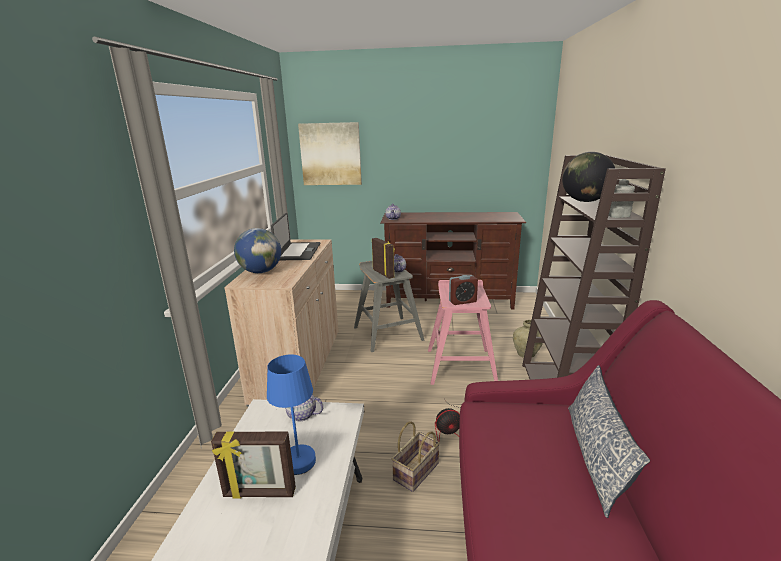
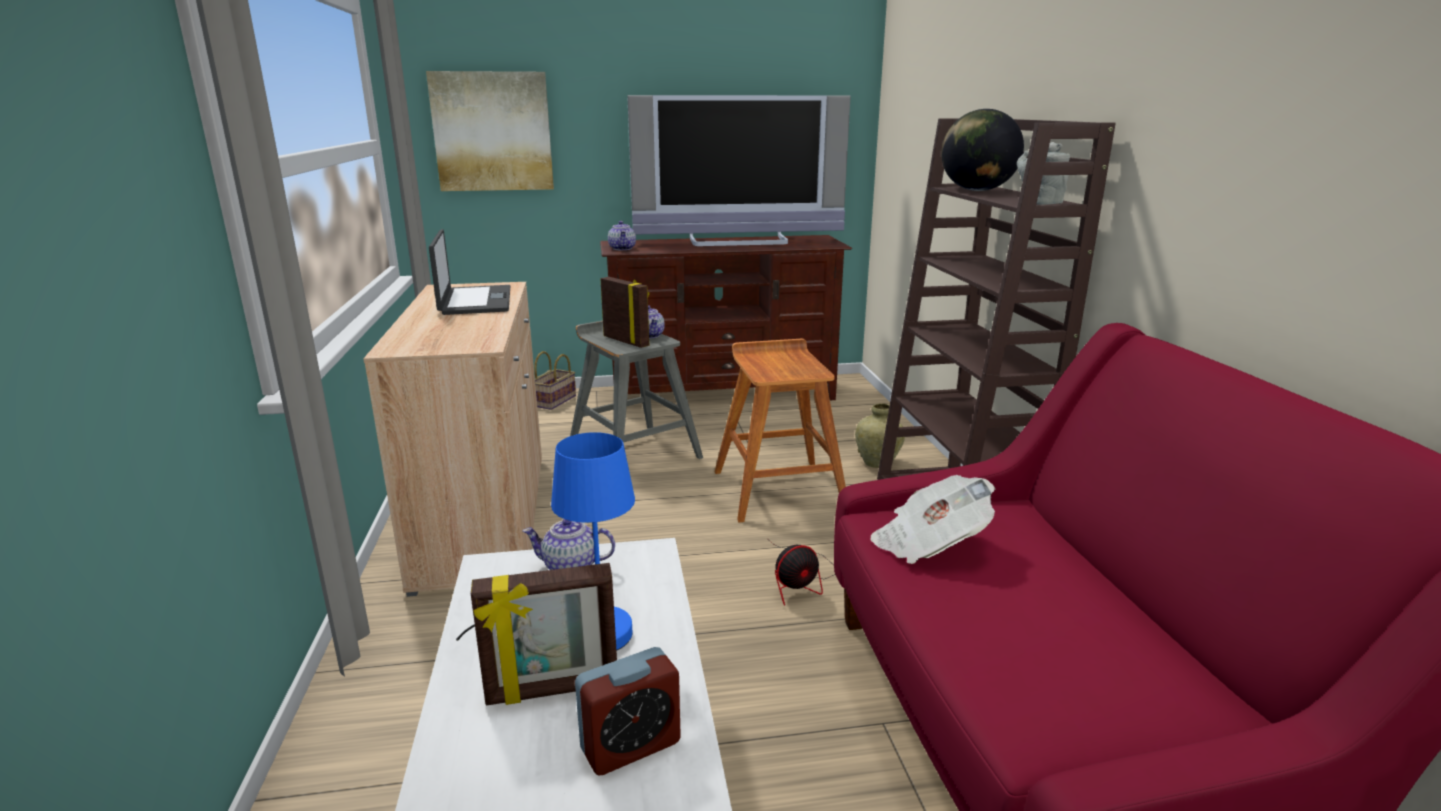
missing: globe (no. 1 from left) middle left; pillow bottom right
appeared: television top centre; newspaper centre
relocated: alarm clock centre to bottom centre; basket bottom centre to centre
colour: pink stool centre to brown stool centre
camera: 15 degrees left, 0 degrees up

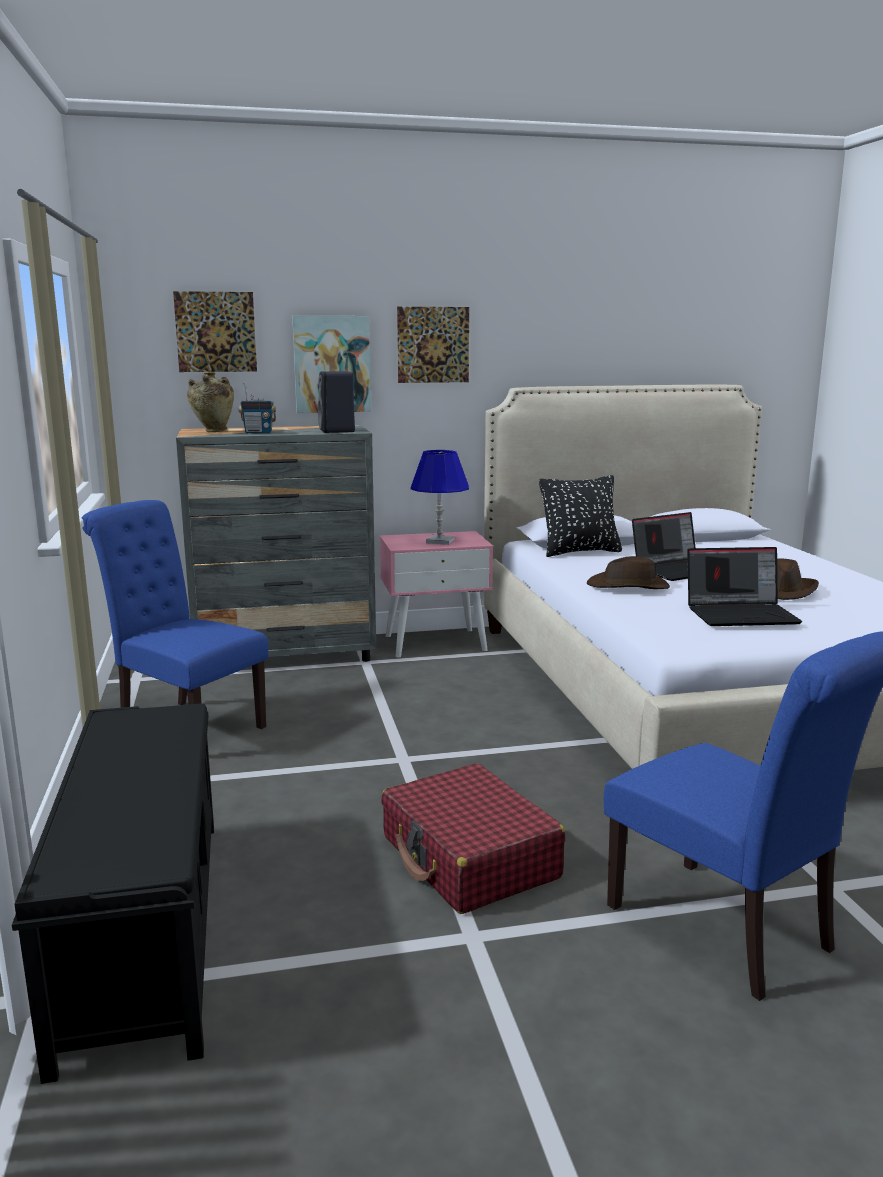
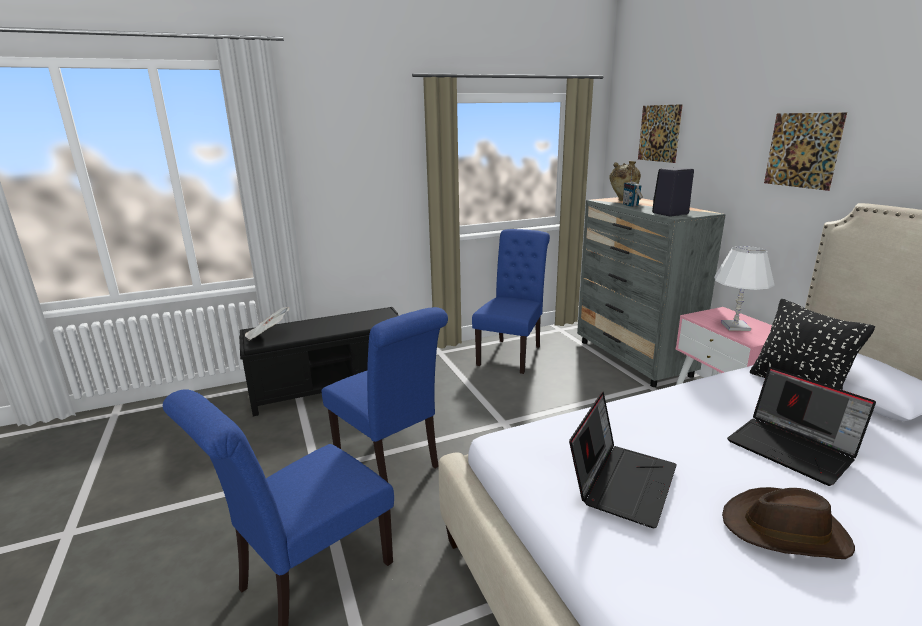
missing: picture (no. 2 from left) top centre; brown hat (no. 1 from left) middle right
appeared: newspaper middle left
exchanged: red suitcase bottom centre to blue chair (no. 2 from left) centre
colour: blue table lamp centre to white table lamp middle right
spun: laptop (no. 2 from left in the first image) middle right = bottom right 135 degrees counterclockwise
camera: 80 degrees right, 5 degrees up

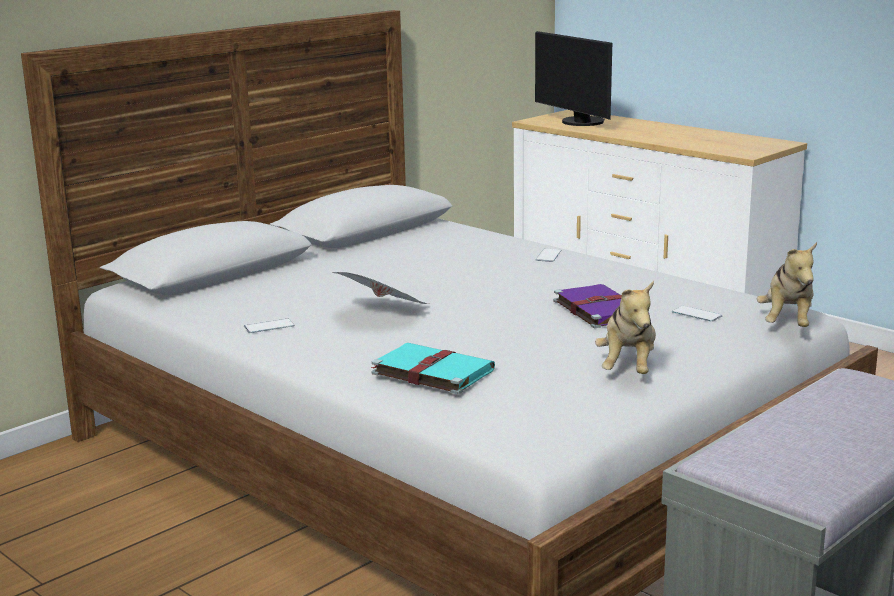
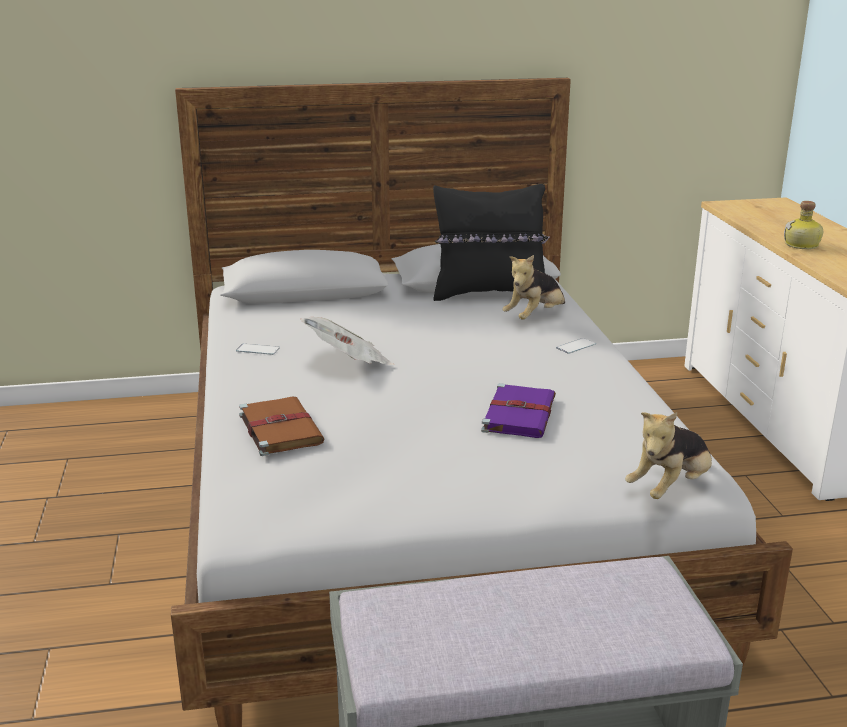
missing: monitor top centre; phone (no. 3 from left) middle right
appeared: black pillow top centre; bottle top right
relocated: plush toy (no. 1 from left) middle right to centre
colour: turquoise book centre to brown book middle left
camera: 35 degrees right, 5 degrees up

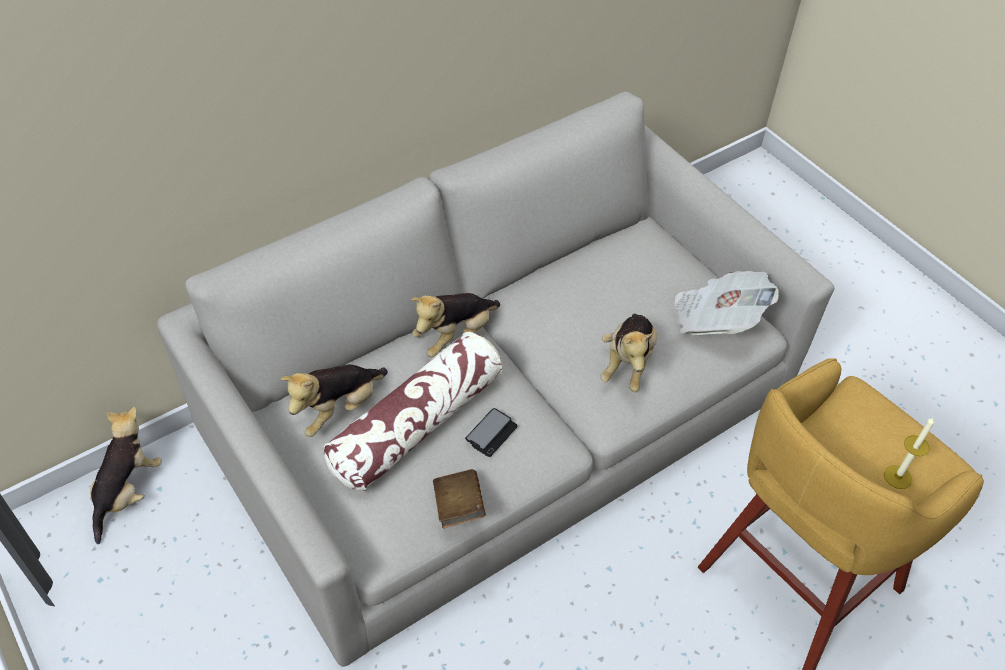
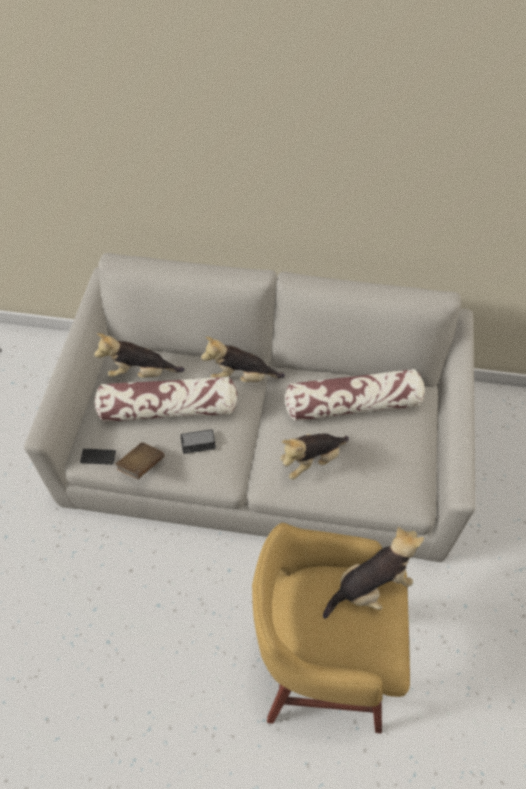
missing: newspaper middle right; candle bottom right
appeared: pillow (no. 2 from left) middle right; phone (no. 1 from left) middle left
relocated: plush toy (no. 1 from left in the first image) bottom left to plush toy (no. 4 from left) bottom right
camera: 45 degrees right, 5 degrees up

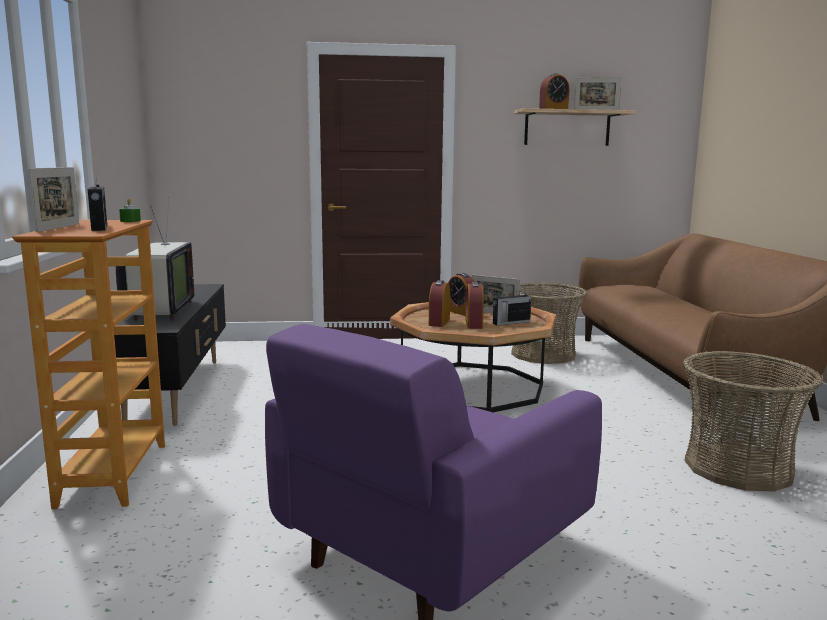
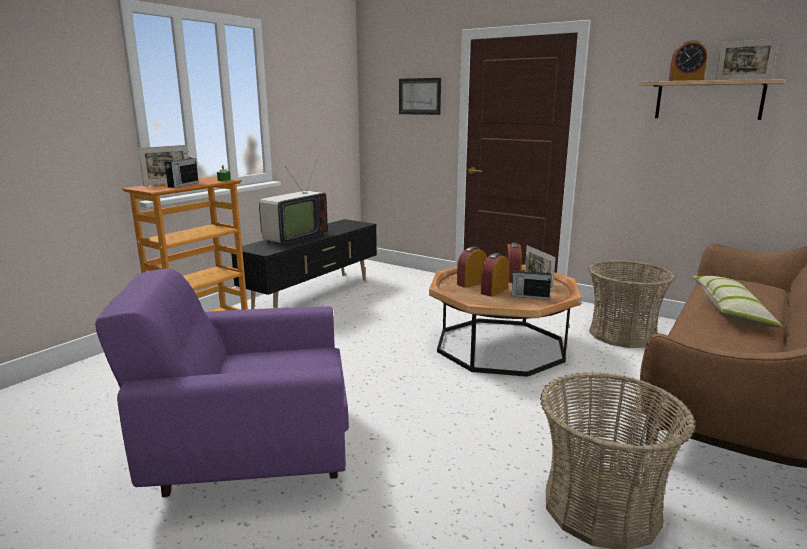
appeared: picture top centre; pillow middle right
camera: 40 degrees right, 5 degrees up

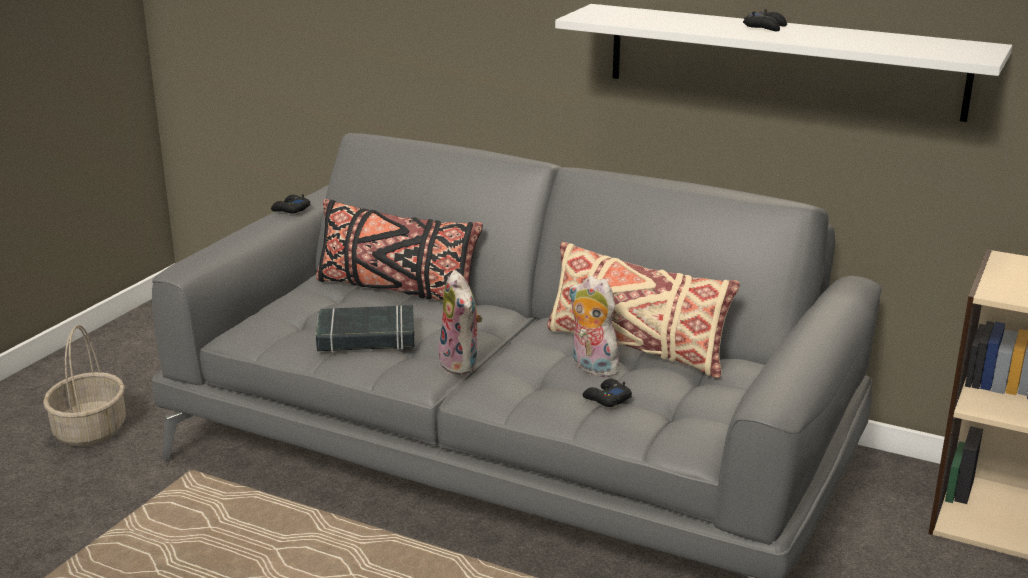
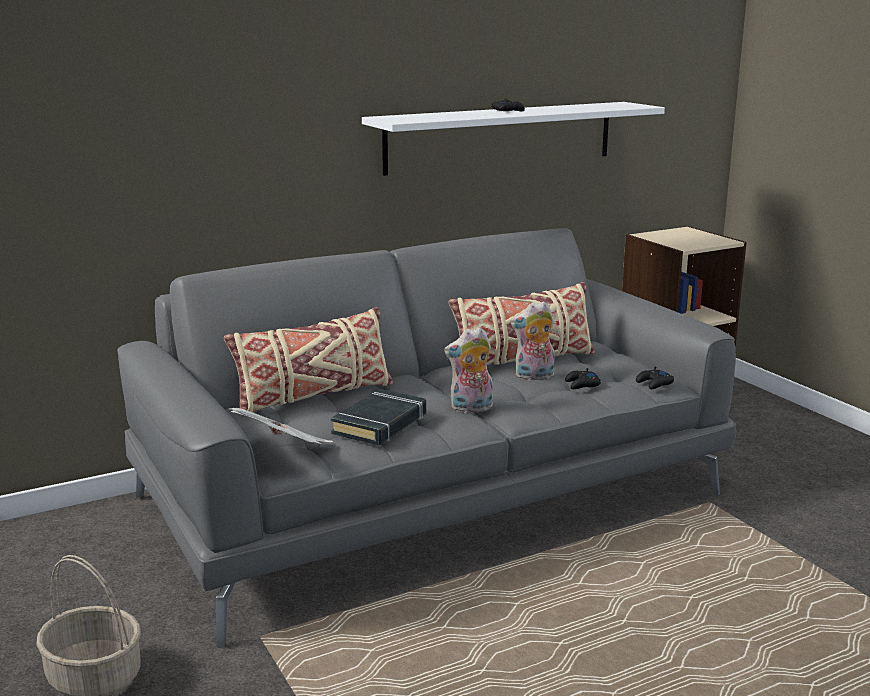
appeared: newspaper middle left
relocated: black game controller (no. 1 from left in the first image) middle left to black game controller (no. 3 from left) middle right
colour: black pillow centre to beige pillow (no. 1 from left) centre
spun: plush toy (no. 1 from left) centre = centre 150 degrees clockwise
camera: 55 degrees left, 5 degrees down

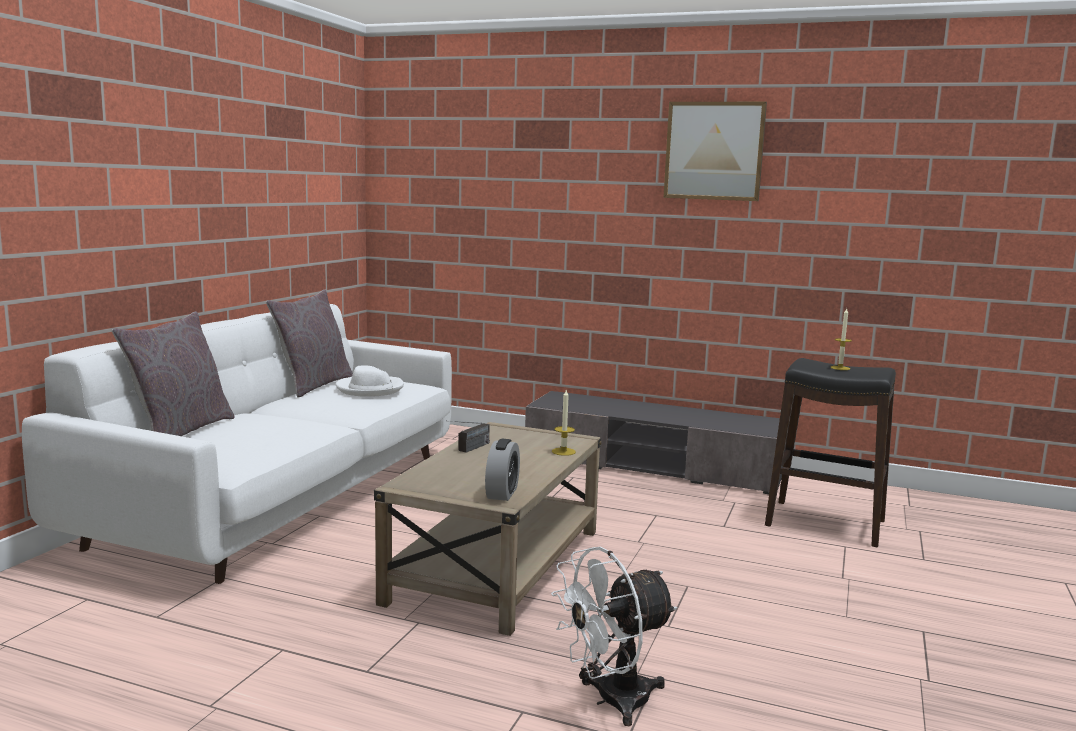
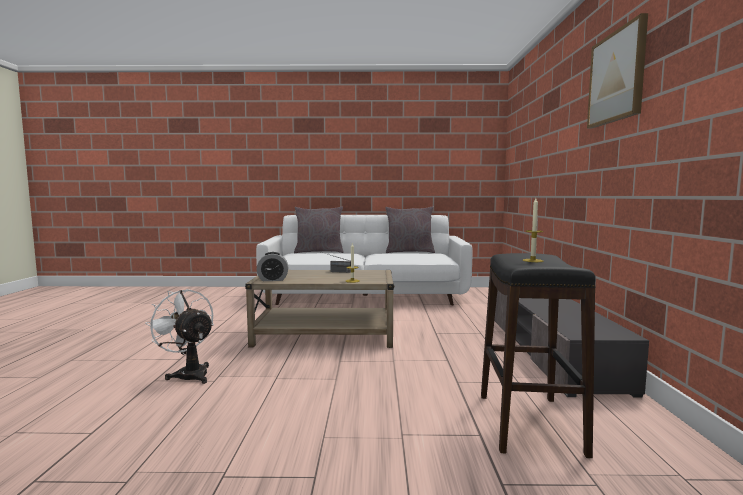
missing: white hat centre
camera: 70 degrees right, 5 degrees down

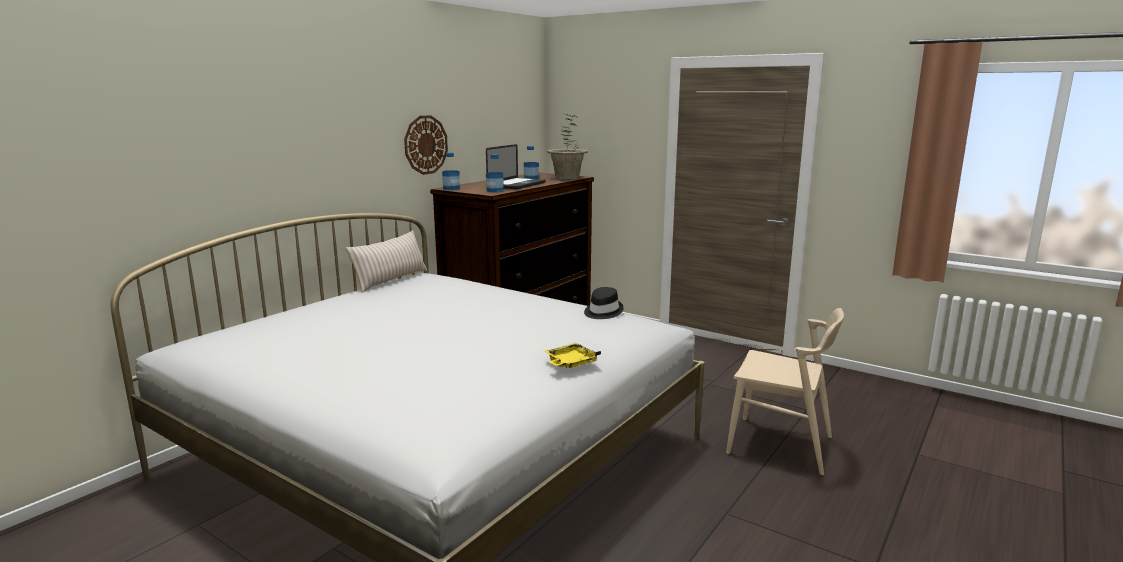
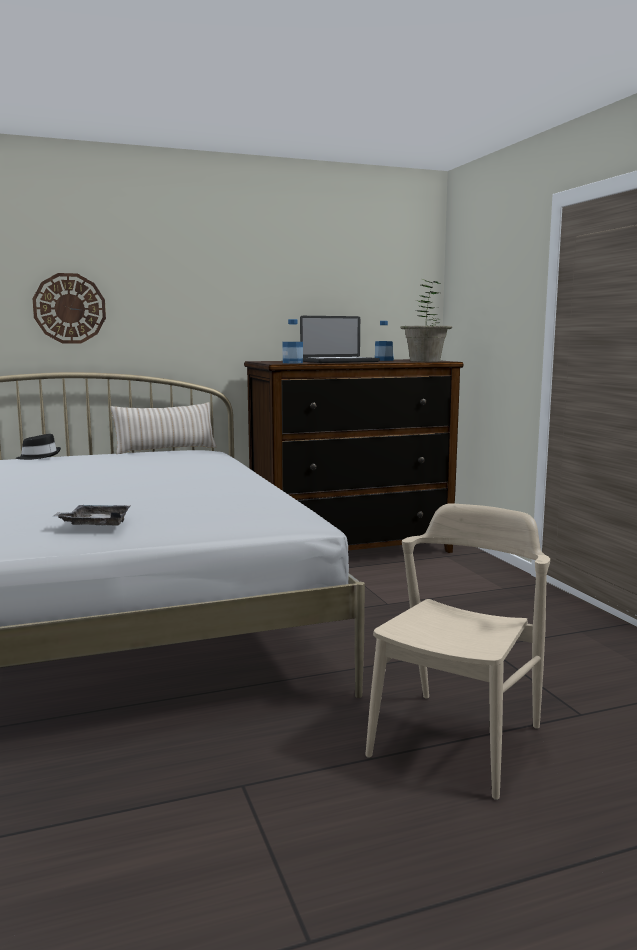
missing: bottle (no. 1 from left) top centre
relocated: wall clock top centre to top left; black hat centre to middle left
colour: yellow tray centre to grey tray middle left
spun: beige chair bottom right = bottom right 120 degrees counterclockwise
camera: 35 degrees right, 5 degrees down

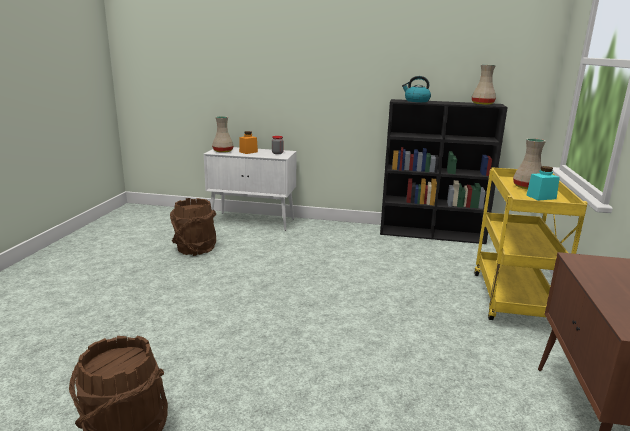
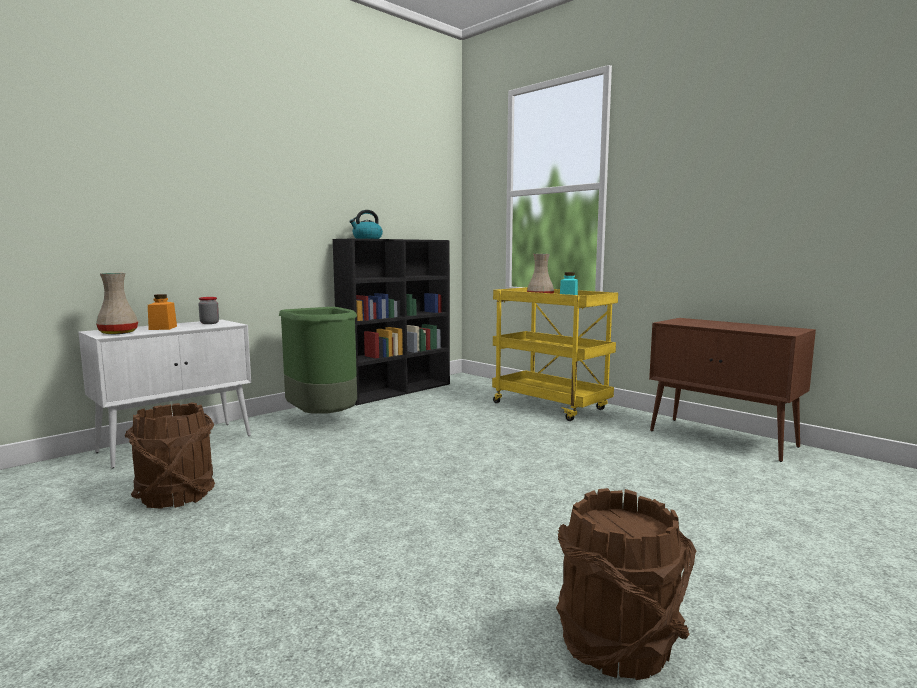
missing: beige vase (no. 2 from left) top right
appeared: green trash can centre
camera: 55 degrees left, 10 degrees down

